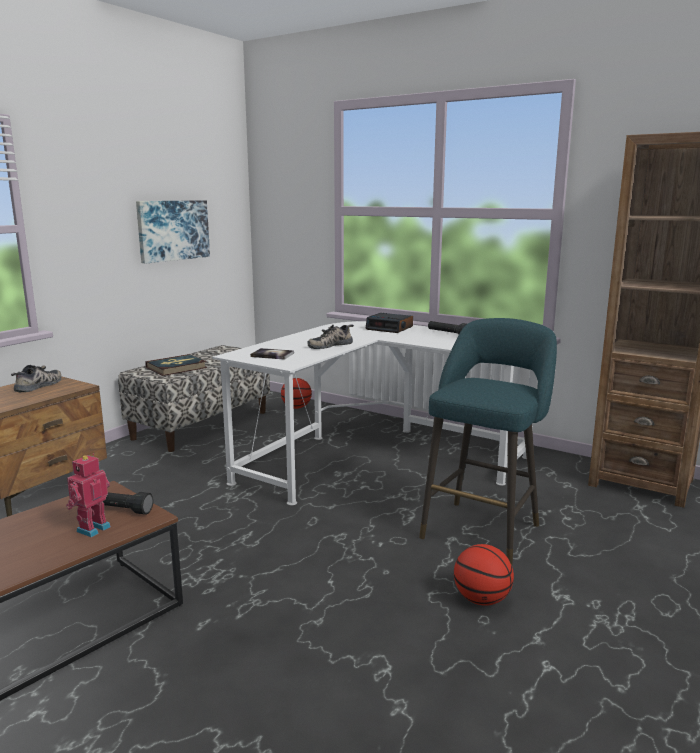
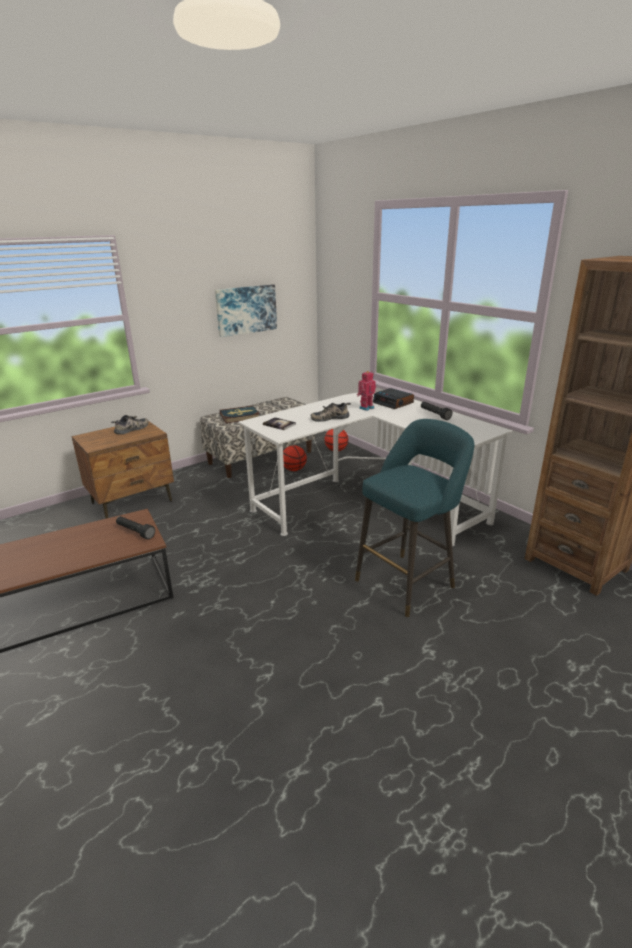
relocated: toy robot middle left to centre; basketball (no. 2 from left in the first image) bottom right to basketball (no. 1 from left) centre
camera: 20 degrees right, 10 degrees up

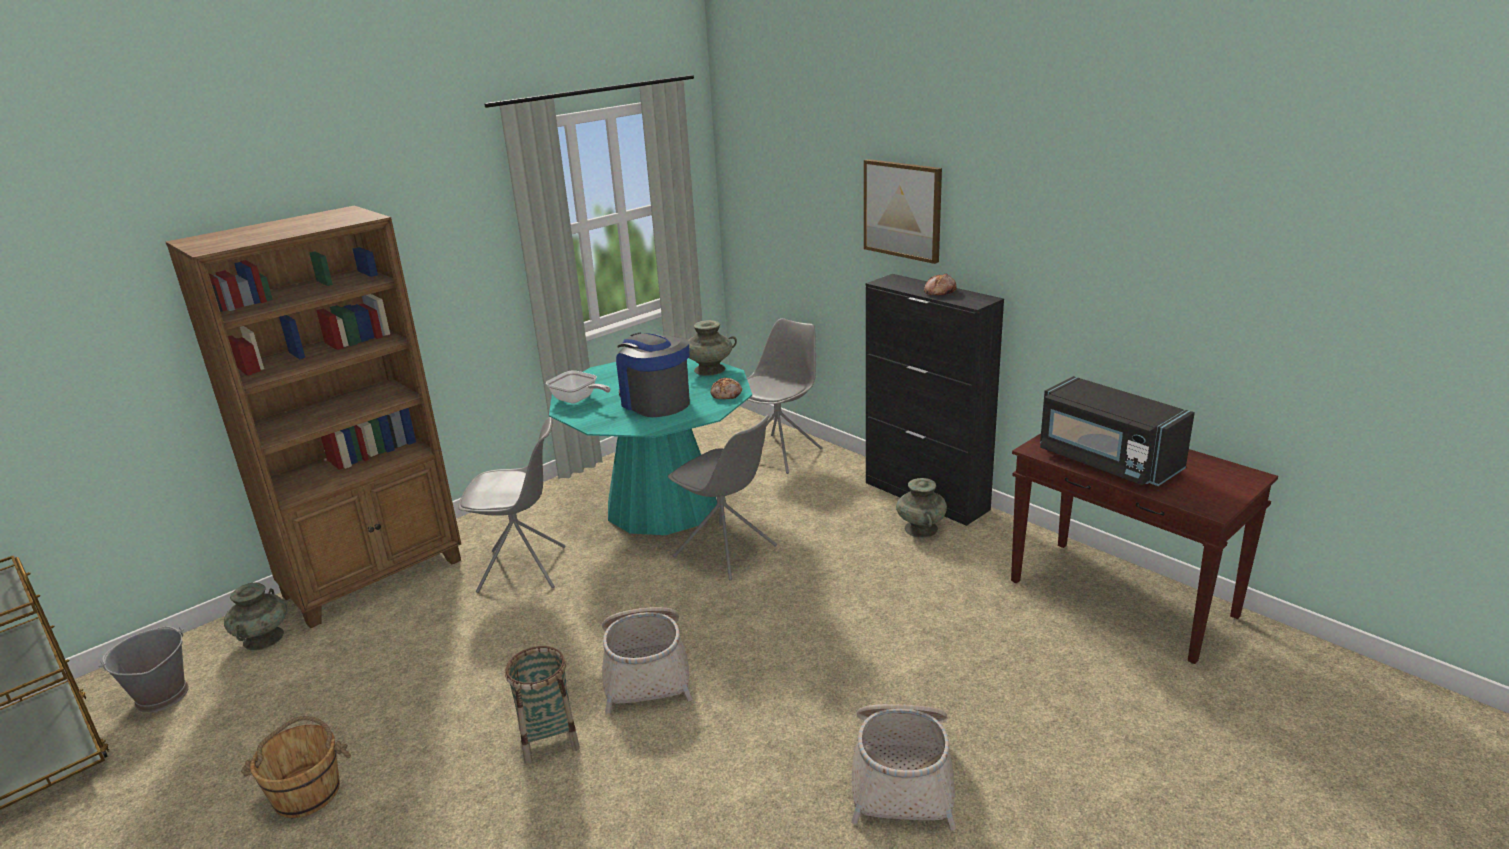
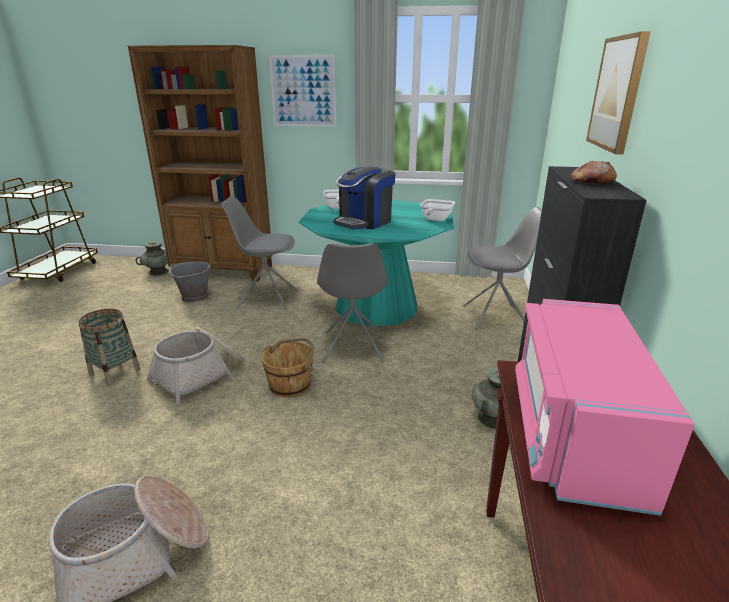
missing: bread (no. 1 from left) centre
appeared: picture (no. 1 from left) top centre
relocated: grey bucket bottom left to middle left; brown bucket bottom left to centre
exchanged: turquoise vase (no. 2 from left) centre to frying pan (no. 2 from left) centre
colour: black microwave middle right to pink microwave bottom right
spun: coffee machine centre = top centre 150 degrees counterclockwise; grey chair (no. 1 from left) centre = centre 135 degrees clockwise
camera: 50 degrees right, 0 degrees up

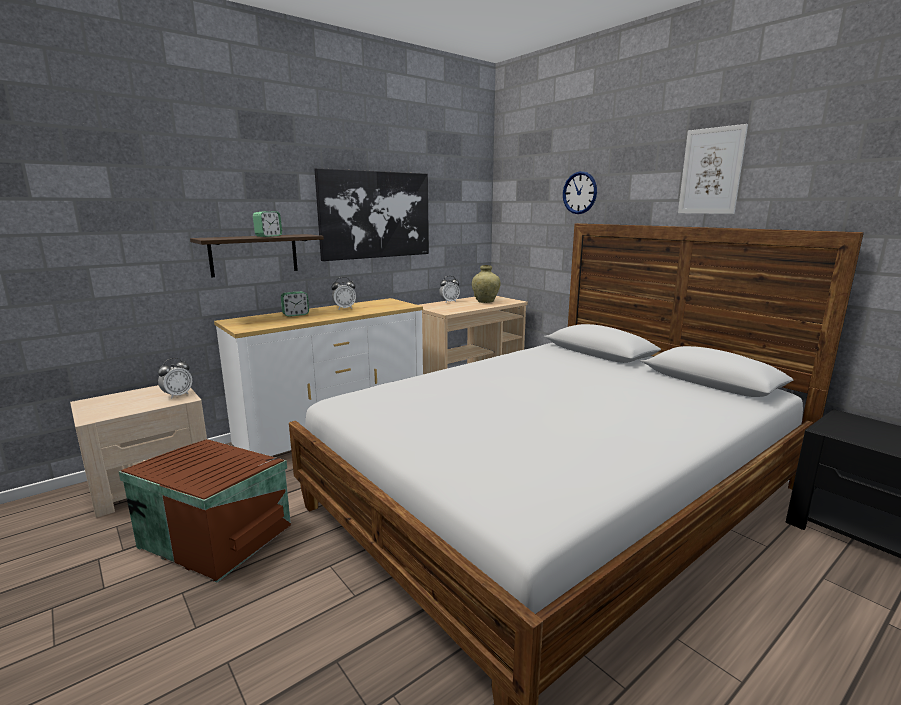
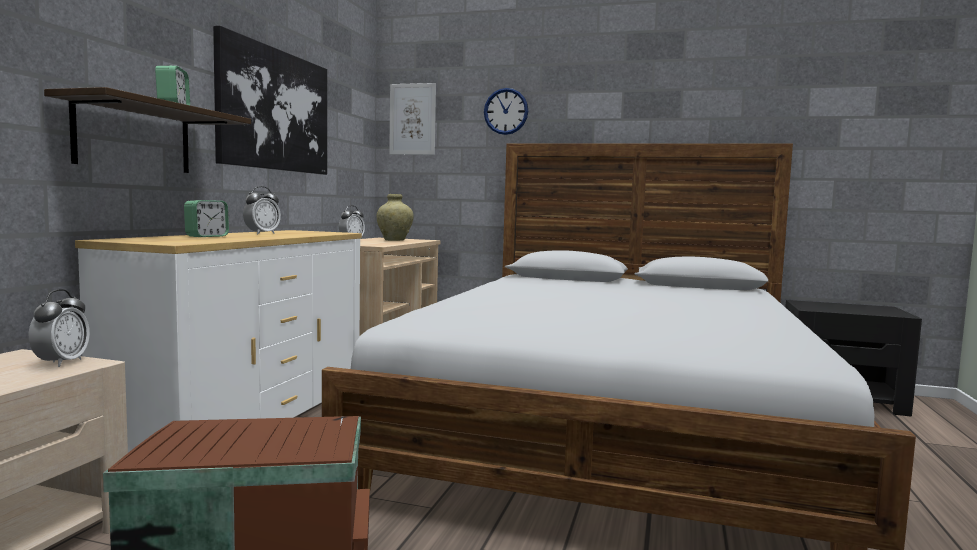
relocated: picture (no. 2 from left) top right to top centre
camera: 35 degrees left, 10 degrees down

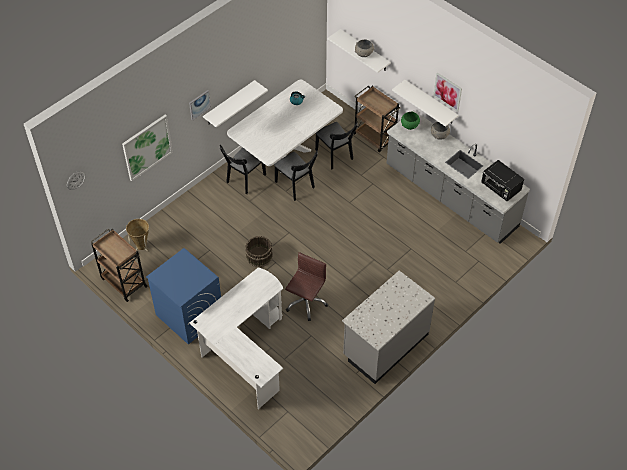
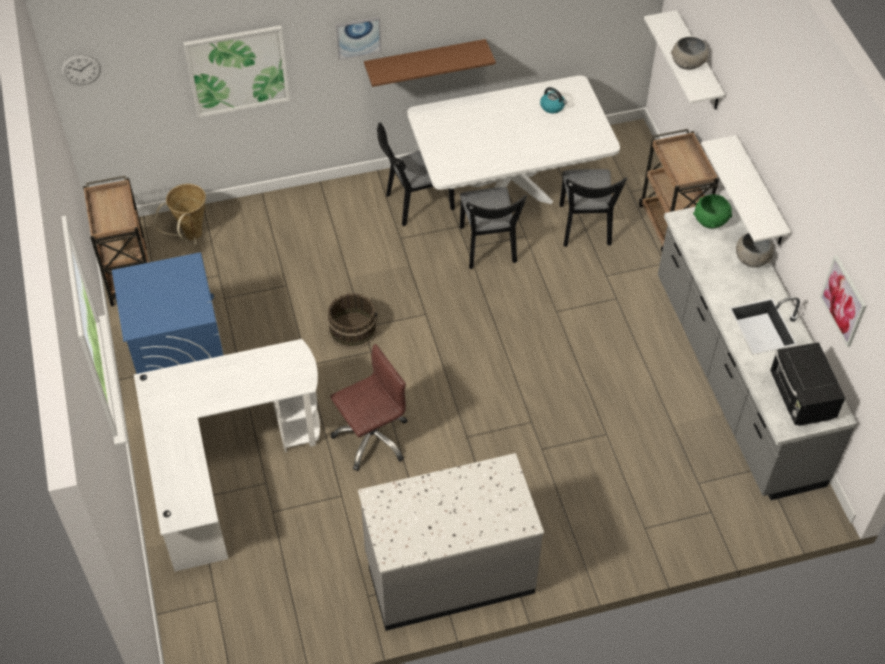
relocated: picture (no. 3 from left) top right to middle right
colour: white shelf (no. 1 from left) top centre to brown shelf top centre
camera: 30 degrees right, 0 degrees up

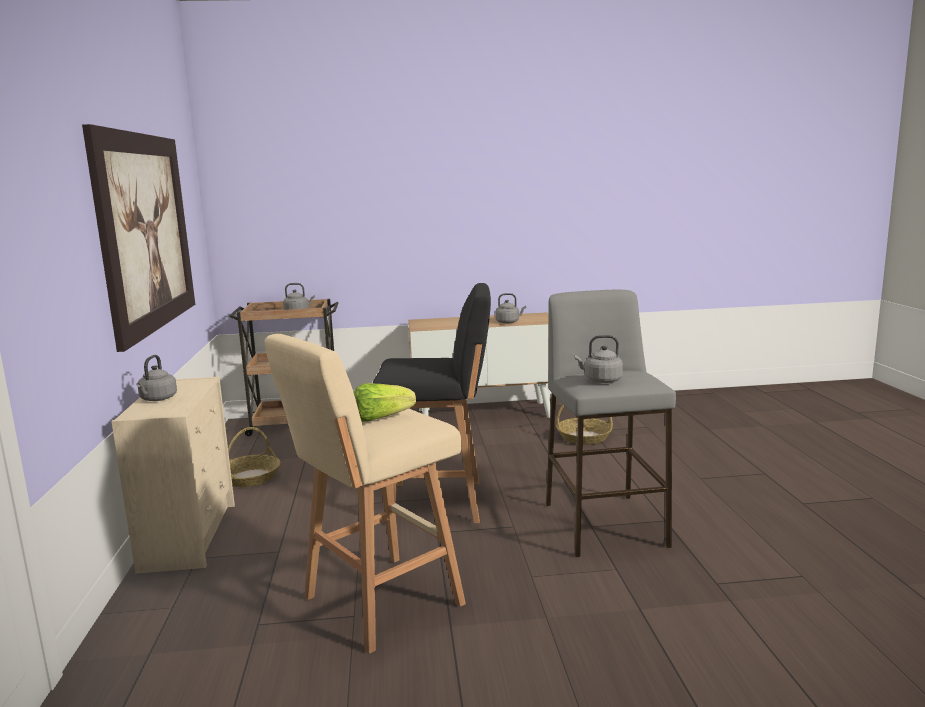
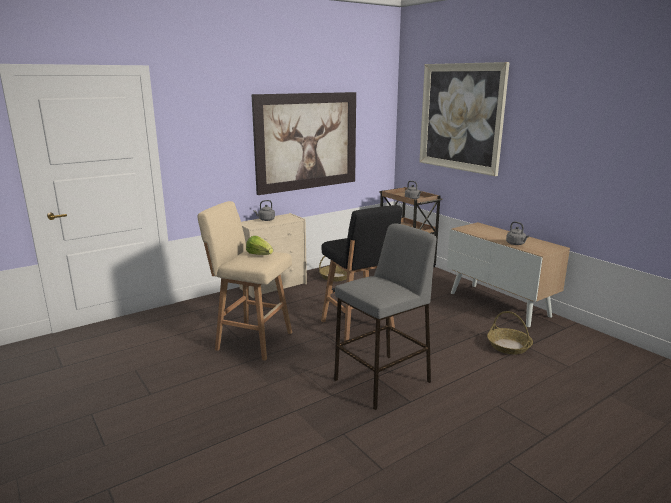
missing: grey kettle (no. 4 from left) centre
appeared: picture (no. 2 from left) top right
camera: 60 degrees right, 5 degrees up

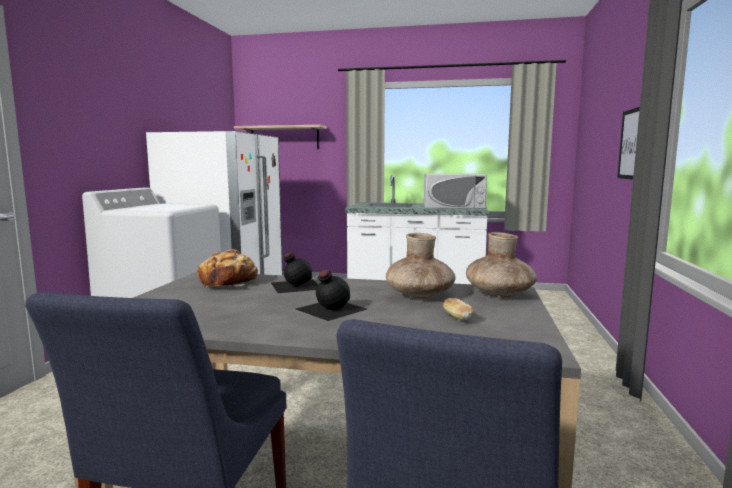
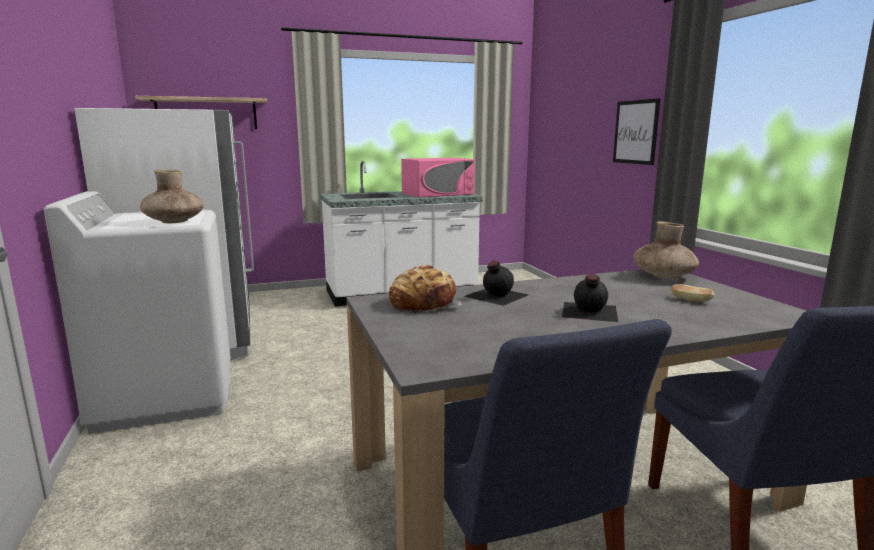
relocated: brown vase (no. 1 from left) centre to middle left
colour: white microwave centre to pink microwave top centre
camera: 30 degrees left, 5 degrees up

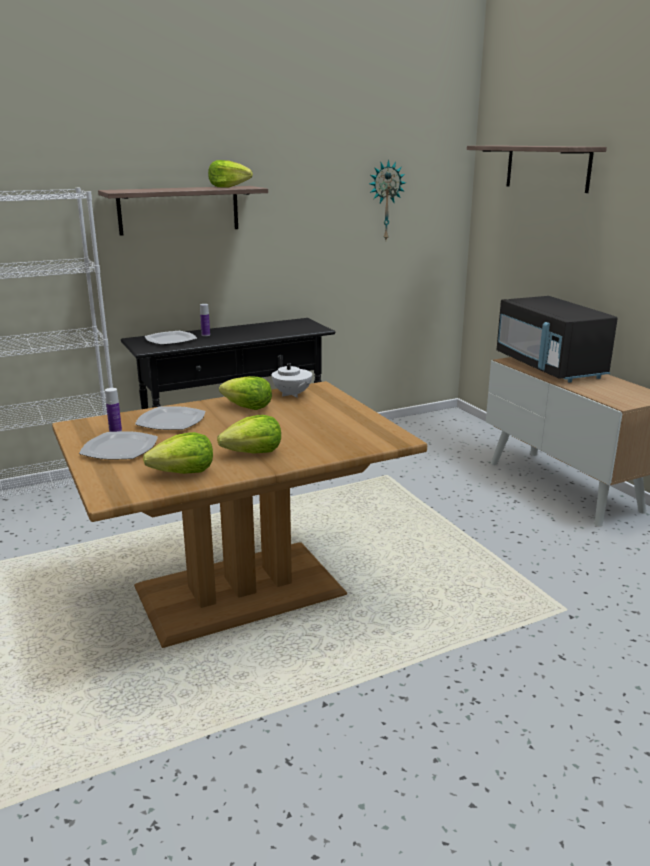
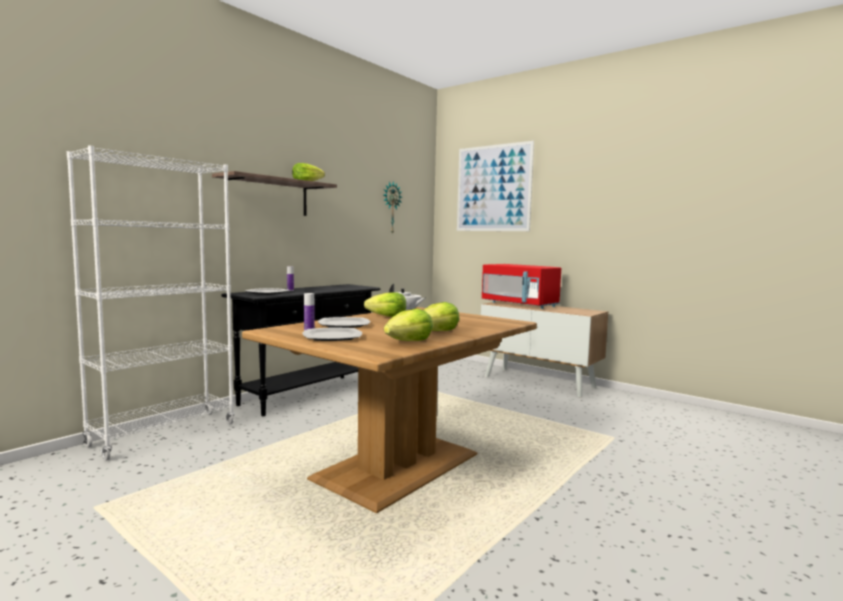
exchanged: shelf (no. 2 from left) top right to picture top centre
colour: black microwave middle right to red microwave centre
camera: 25 degrees left, 15 degrees down

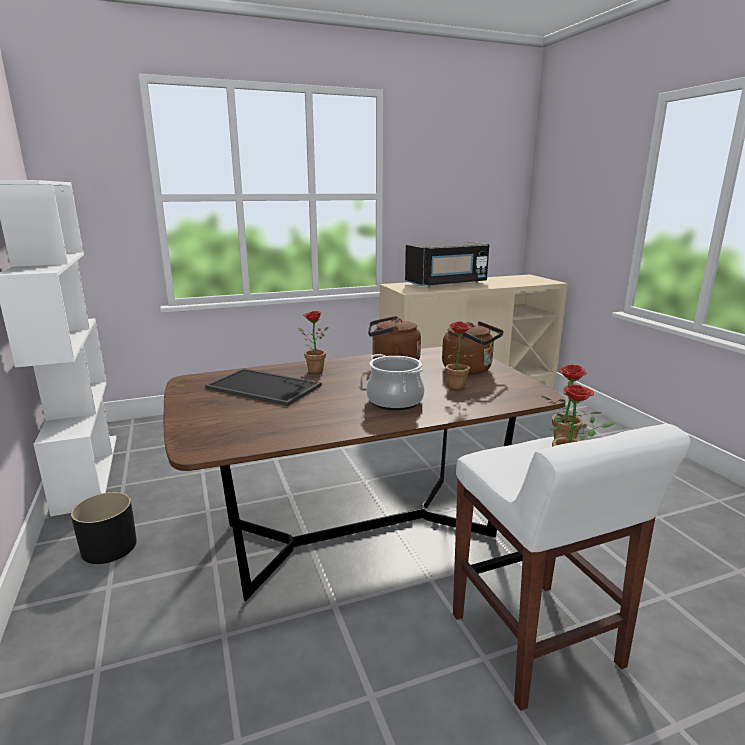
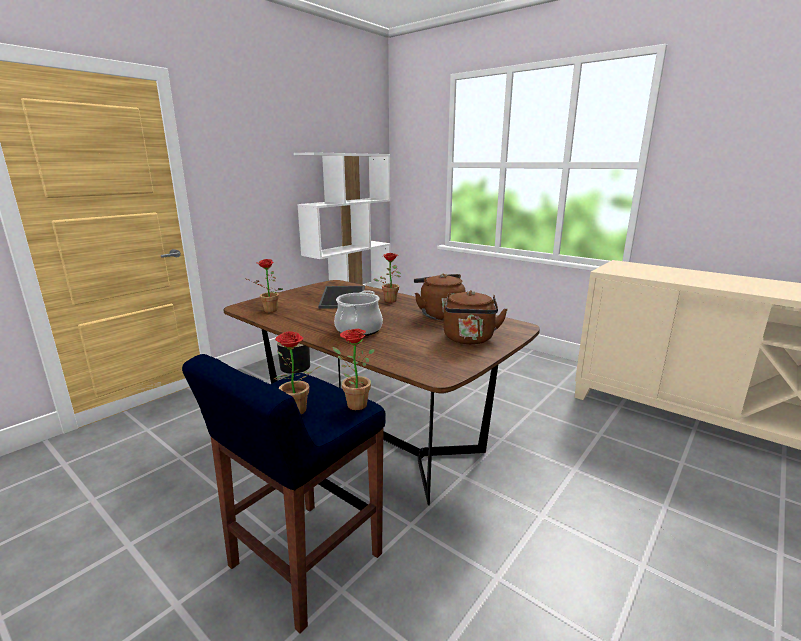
missing: black microwave centre
relocated: potted plant (no. 2 from left in the first image) centre to potted plant (no. 1 from left) middle left
colour: white stool bottom right to blue stool bottom centre
camera: 60 degrees right, 0 degrees up

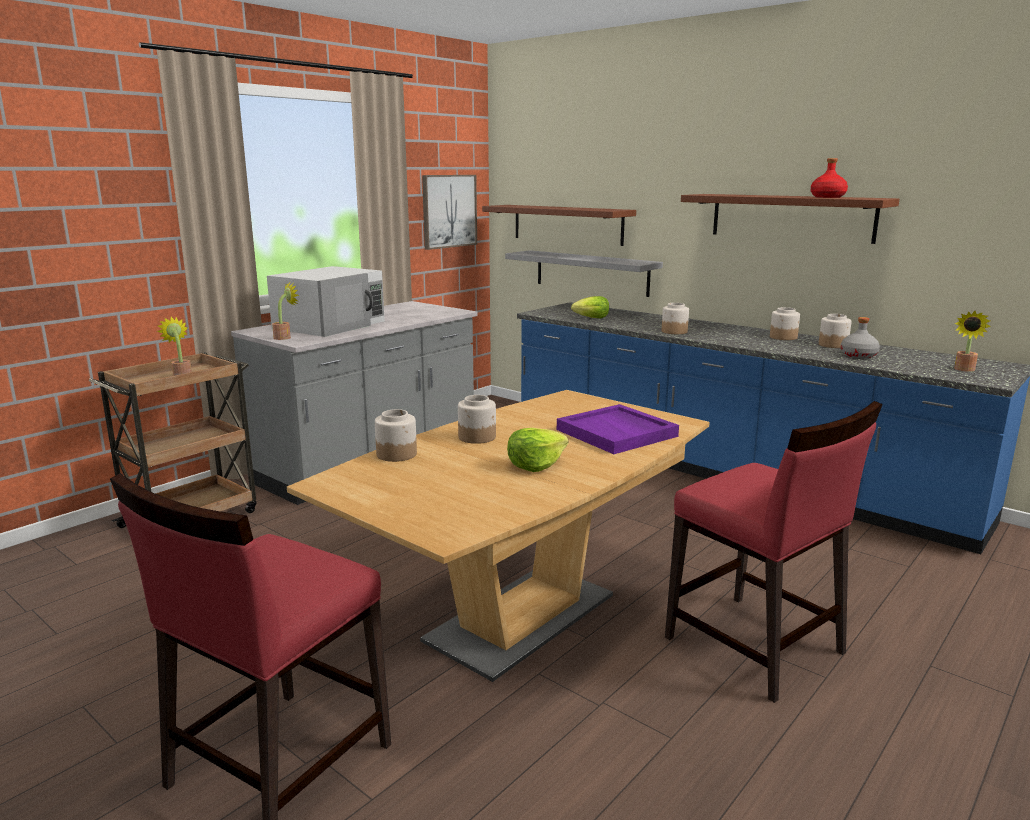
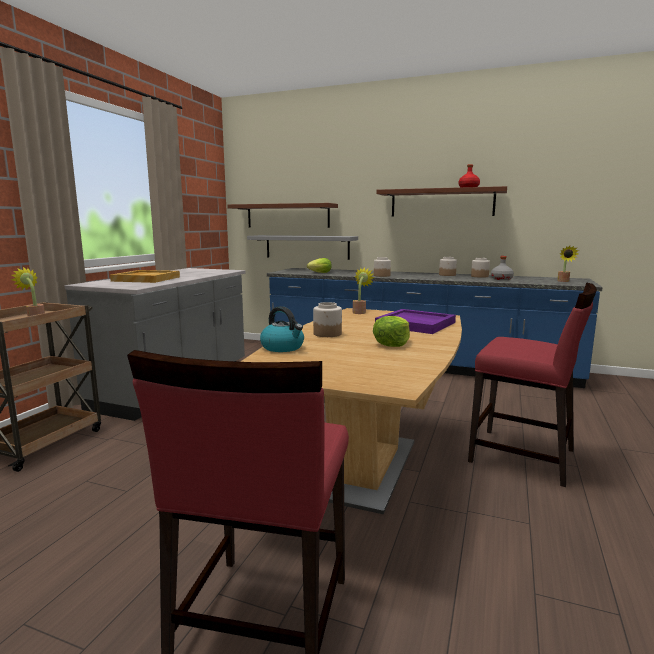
missing: picture top centre
relocated: potted plant (no. 2 from left) middle left to centre
exchanged: white microwave middle left to beige tray middle left; jar (no. 1 from left) centre to kettle centre
camera: 20 degrees left, 5 degrees down

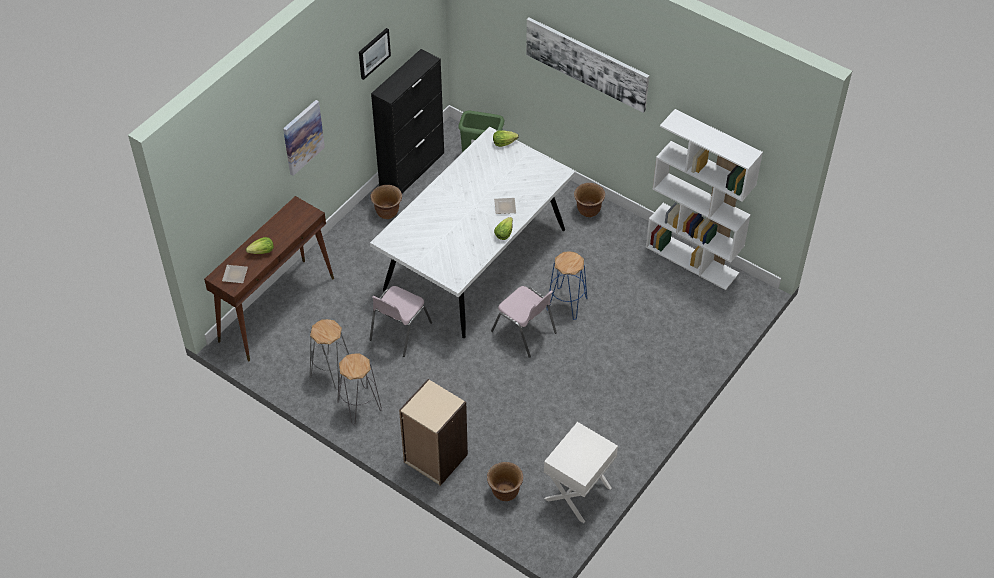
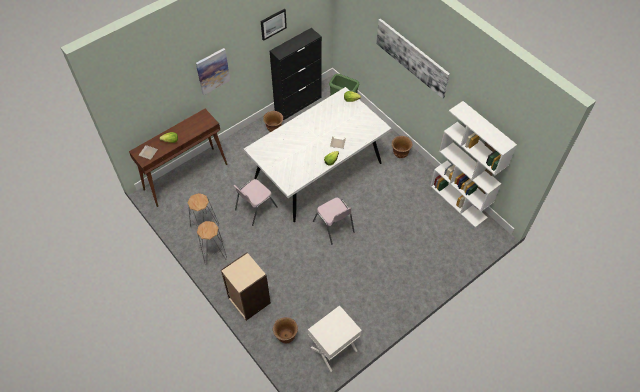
missing: blue stool centre
camera: 15 degrees right, 5 degrees up

